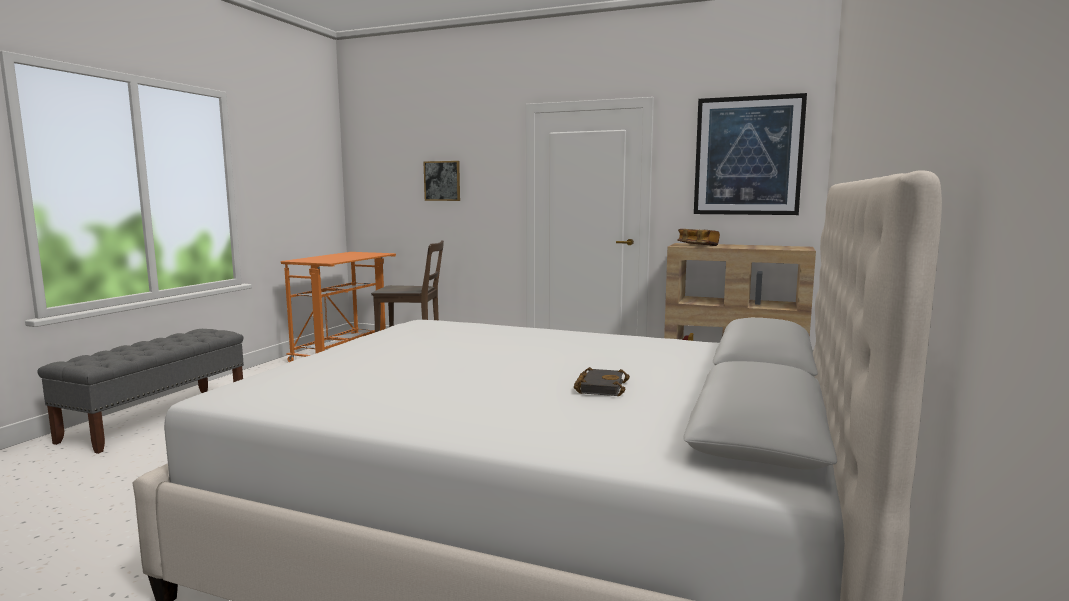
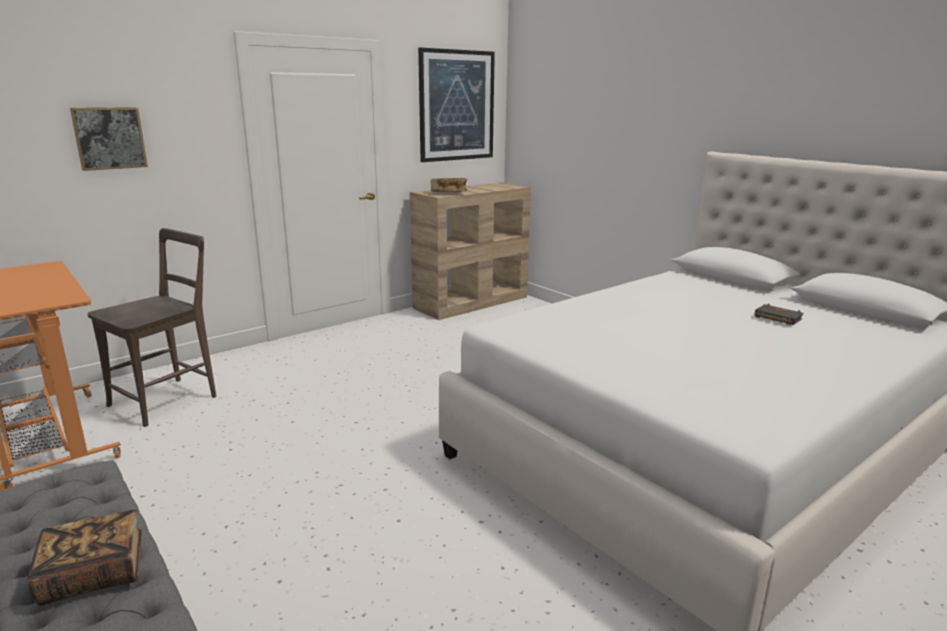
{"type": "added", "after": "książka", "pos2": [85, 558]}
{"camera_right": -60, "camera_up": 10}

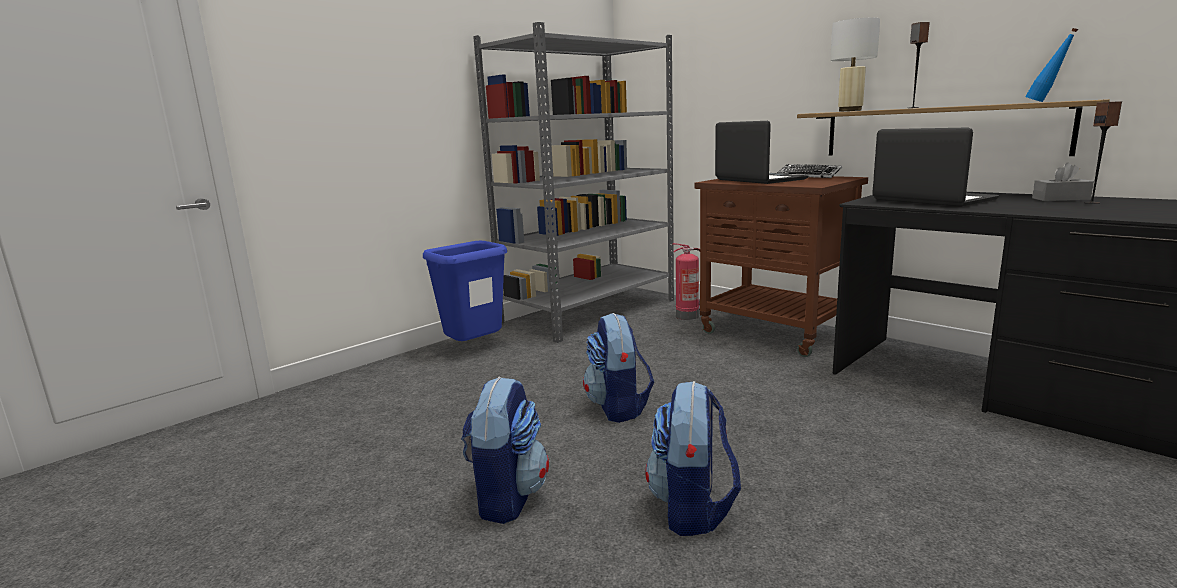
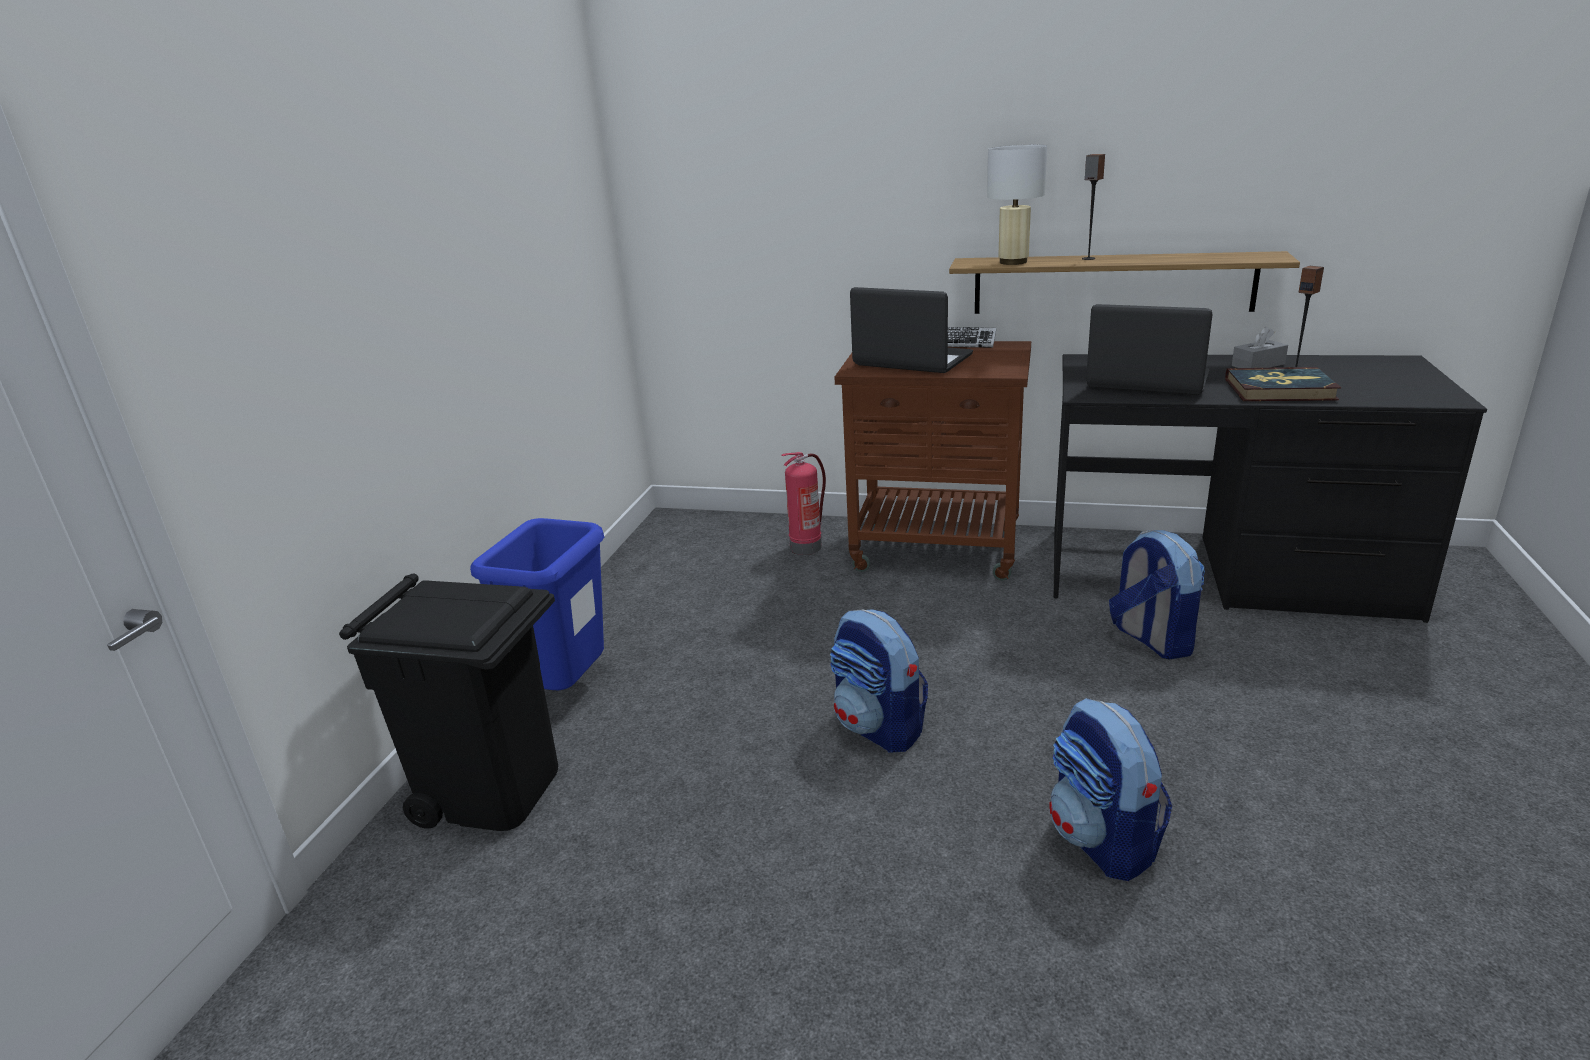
{"type": "added", "after": "kosz na śmieci/czarny", "pos2": [448, 702]}
{"type": "moved", "before": "plecak", "pos1": [505, 450], "pos2": [1157, 595]}
{"type": "added", "after": "książka", "pos2": [1283, 384]}
{"type": "removed", "before": "regał/szary", "pos1": [573, 182]}
{"type": "removed", "before": "butelka/niebieski", "pos1": [1051, 65]}
{"camera_right": -30, "camera_up": 10}

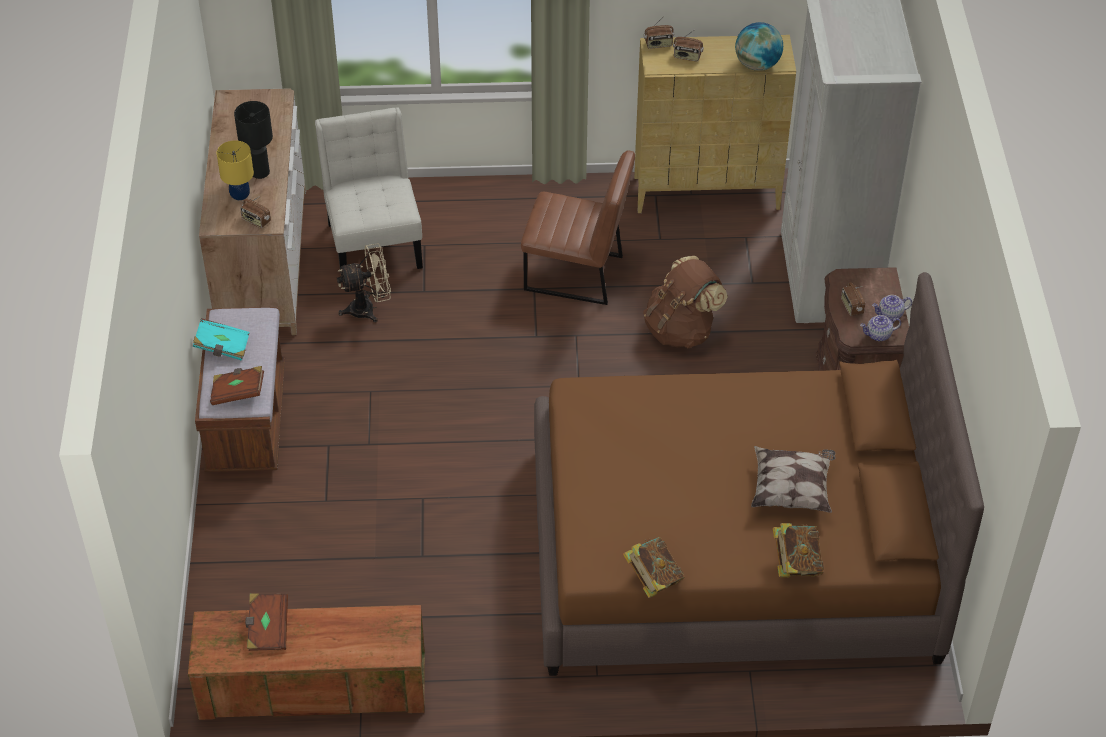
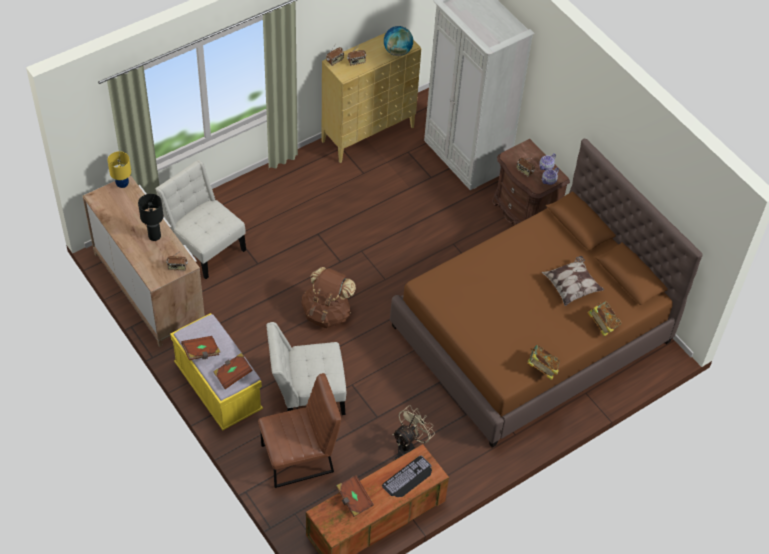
{"type": "moved", "before": "lampa stołowa/żółty", "pos1": [235, 170], "pos2": [119, 169]}
{"type": "recoloured", "before": "ławka/brązowy", "after": "ławka/żółty", "pos1": [240, 389], "pos2": [216, 371]}
{"type": "recoloured", "before": "książka/turkusowy", "after": "książka/brązowy", "pos1": [221, 339], "pos2": [200, 348]}
{"type": "moved", "before": "krzesło/brązowy", "pos1": [578, 227], "pos2": [299, 430]}
{"type": "added", "after": "krzesło/biały", "pos2": [306, 368]}
{"type": "moved", "before": "plecak/brązowy", "pos1": [685, 302], "pos2": [328, 297]}
{"type": "added", "after": "klawiatura", "pos2": [407, 476]}
{"type": "moved", "before": "wentylator/beżowy", "pos1": [364, 283], "pos2": [413, 432]}
{"camera_right": -35, "camera_up": 5}

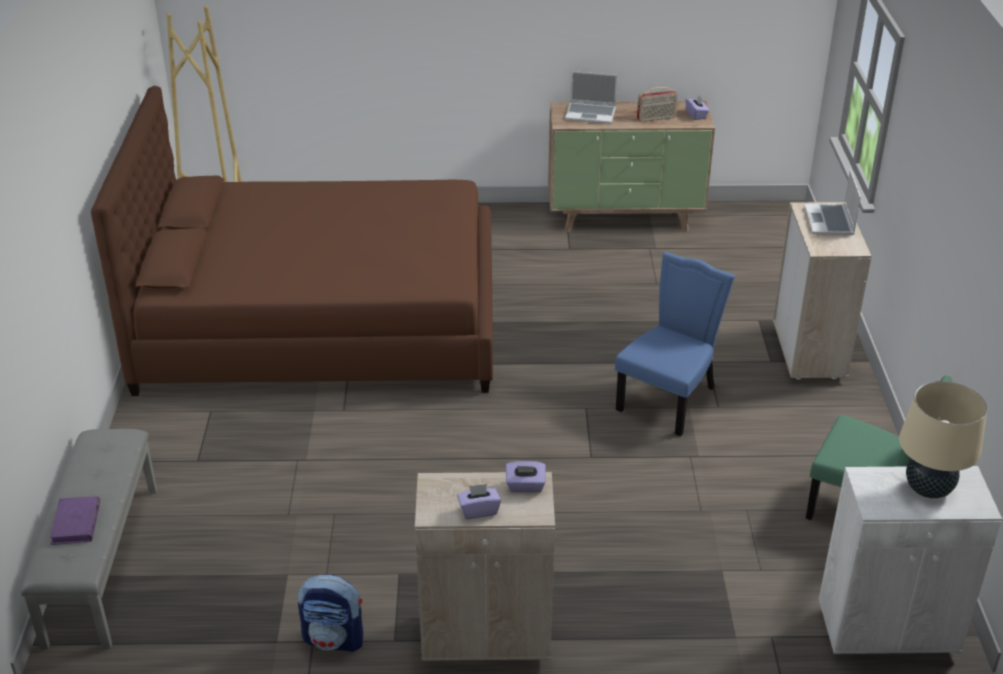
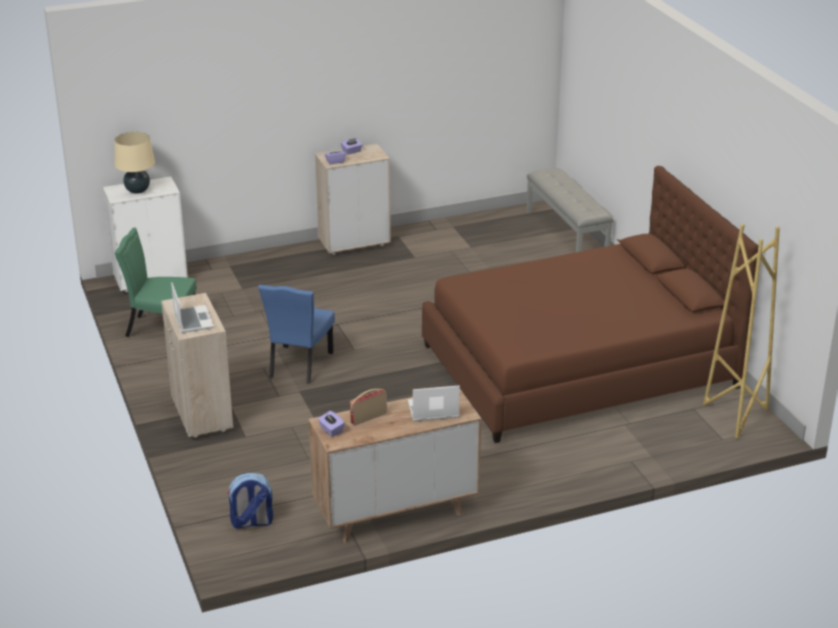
{"type": "moved", "before": "plecak", "pos1": [330, 613], "pos2": [250, 501]}
{"type": "removed", "before": "książka/fioletowy", "pos1": [75, 520]}
{"camera_right": 160, "camera_up": -5}

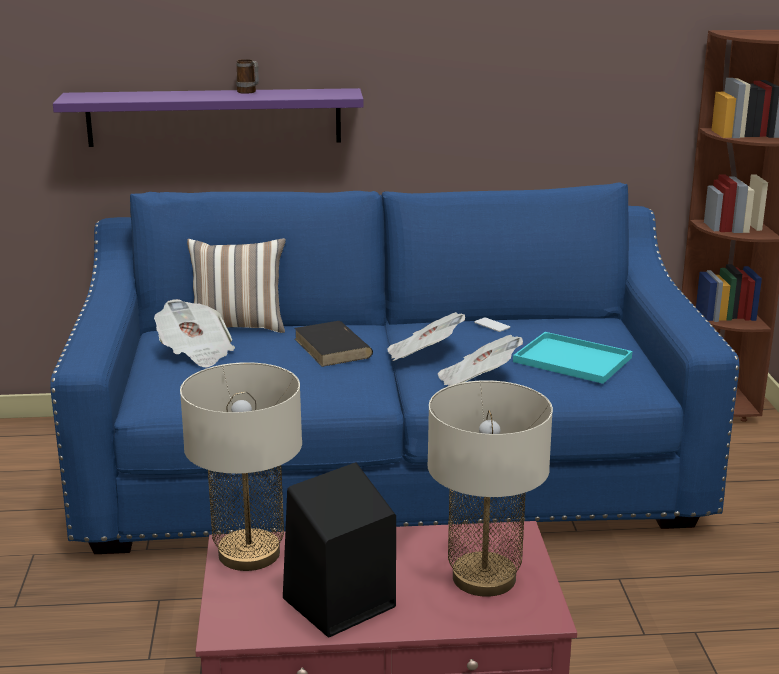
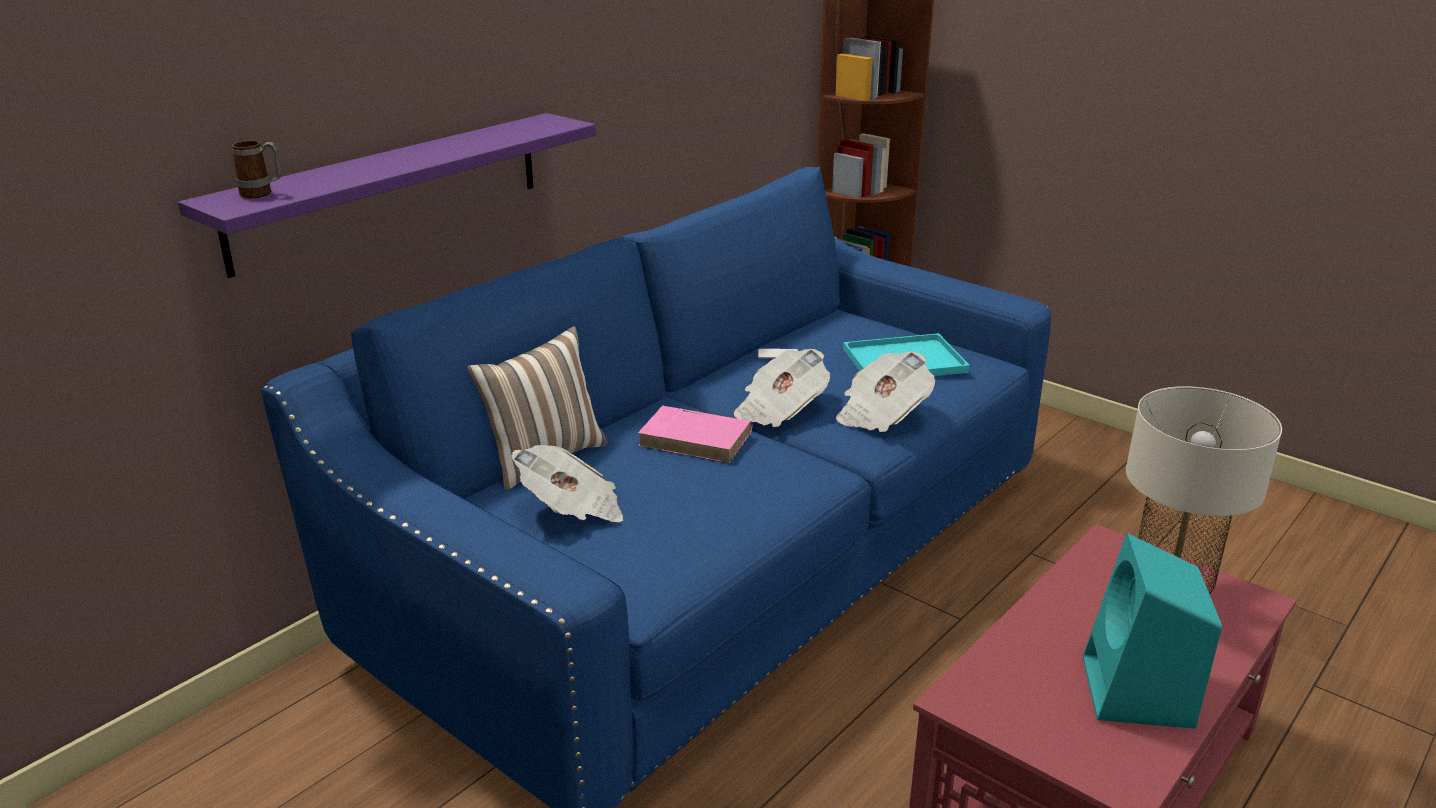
{"type": "moved", "before": "kubek", "pos1": [248, 76], "pos2": [256, 169]}
{"type": "recoloured", "before": "książka/czarny", "after": "książka/różowy", "pos1": [333, 344], "pos2": [695, 434]}
{"type": "recoloured", "before": "głośnik/czarny", "after": "głośnik/turkusowy", "pos1": [339, 550], "pos2": [1152, 631]}
{"type": "removed", "before": "lampa stołowa", "pos1": [241, 466]}
{"camera_right": -45, "camera_up": 5}

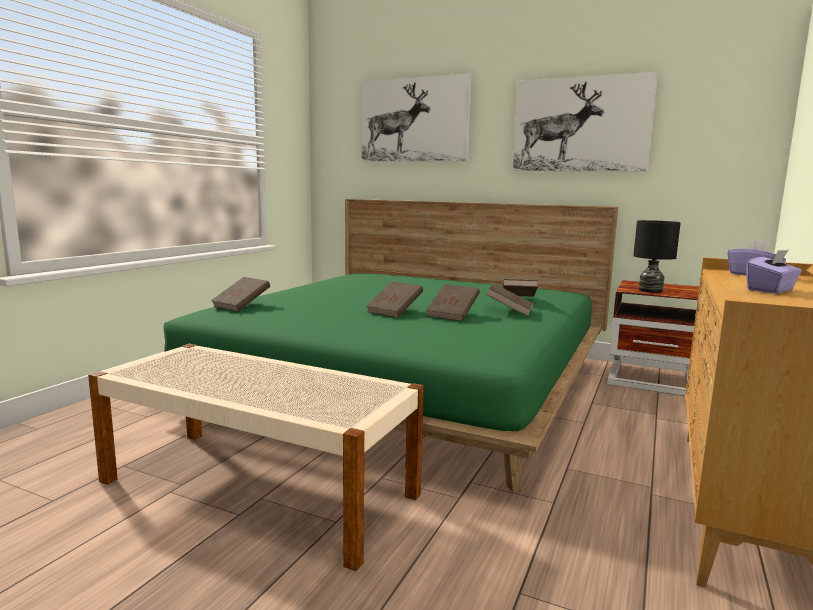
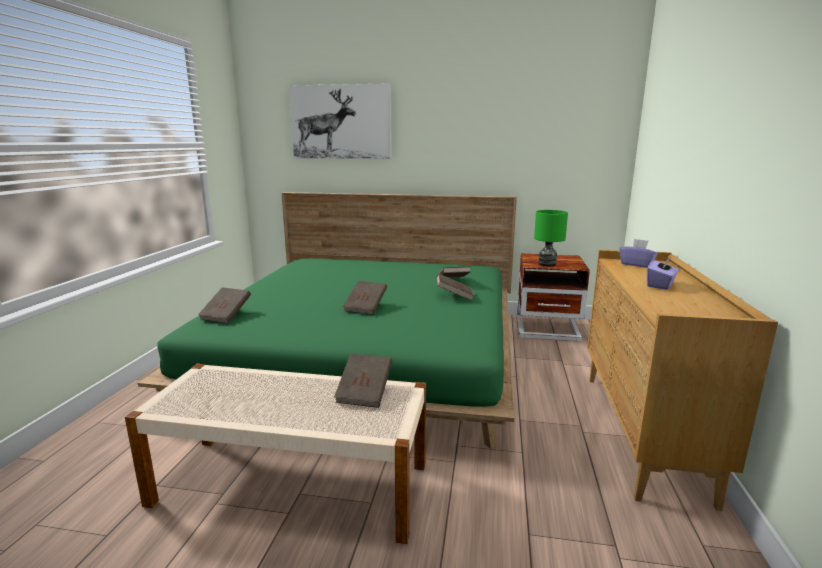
{"type": "moved", "before": "książka/brązowy", "pos1": [453, 302], "pos2": [363, 381]}
{"type": "recoloured", "before": "lampa stołowa/czarny", "after": "lampa stołowa/zielony", "pos1": [657, 256], "pos2": [551, 238]}
{"type": "removed", "before": "obraz", "pos1": [585, 122]}
{"camera_right": -15, "camera_up": 5}

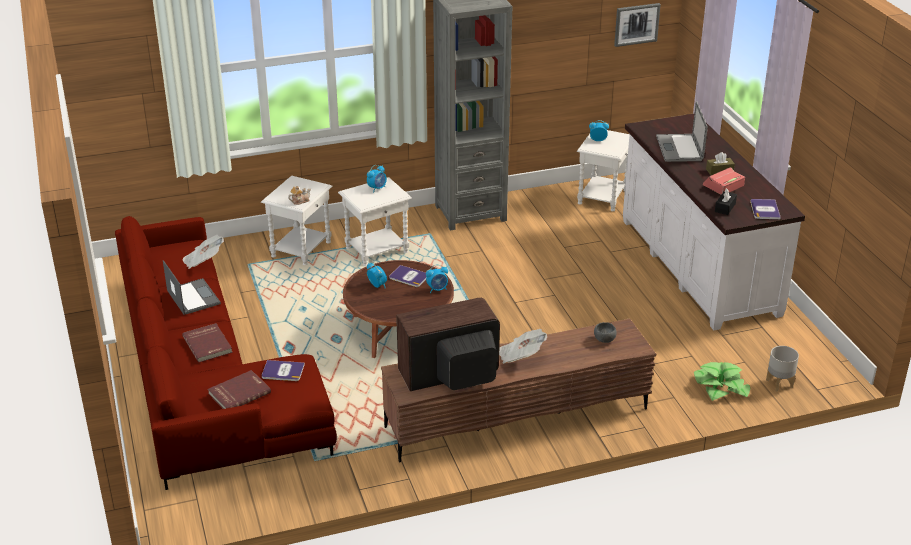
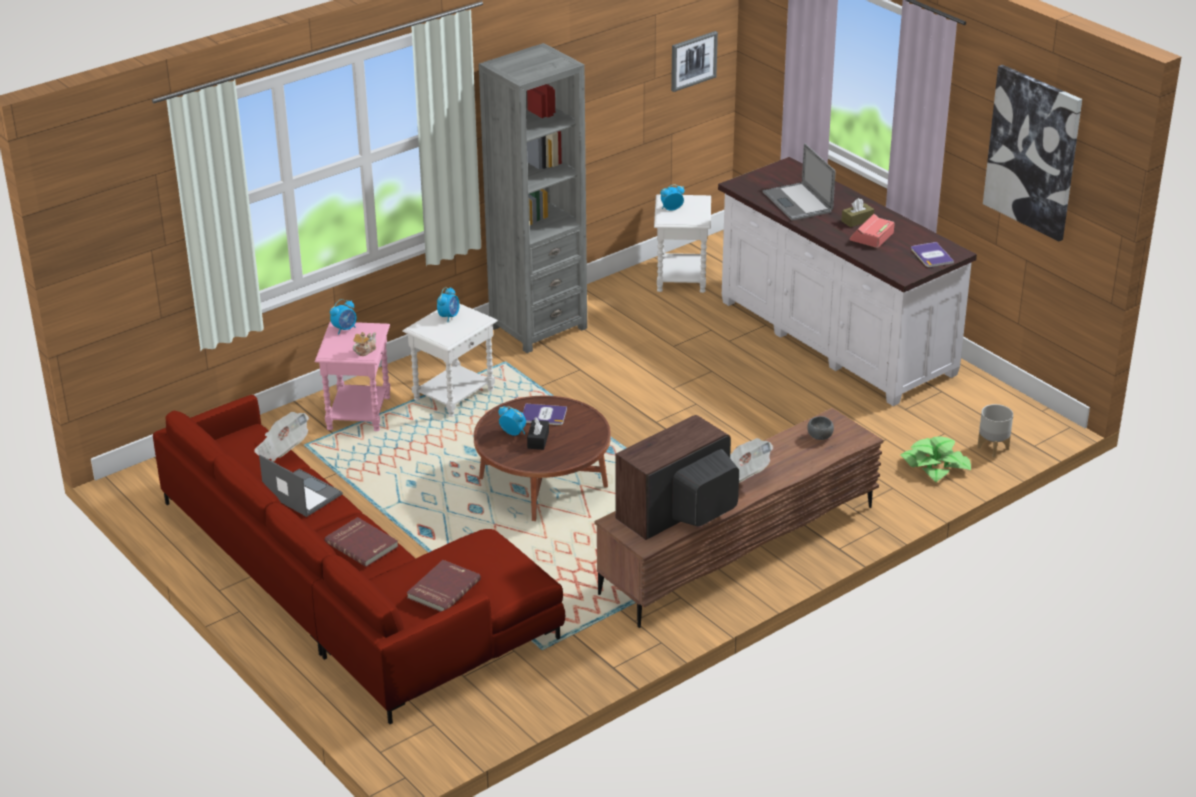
{"type": "recoloured", "before": "stolik/biały", "after": "stolik/różowy", "pos1": [296, 220], "pos2": [352, 376]}
{"type": "moved", "before": "budzik", "pos1": [437, 278], "pos2": [343, 316]}
{"type": "moved", "before": "pudełko chusteczek/czarny", "pos1": [726, 201], "pos2": [538, 434]}
{"type": "added", "after": "obraz", "pos2": [1032, 153]}
{"type": "removed", "before": "książka", "pos1": [283, 370]}
{"camera_right": -20, "camera_up": 0}

